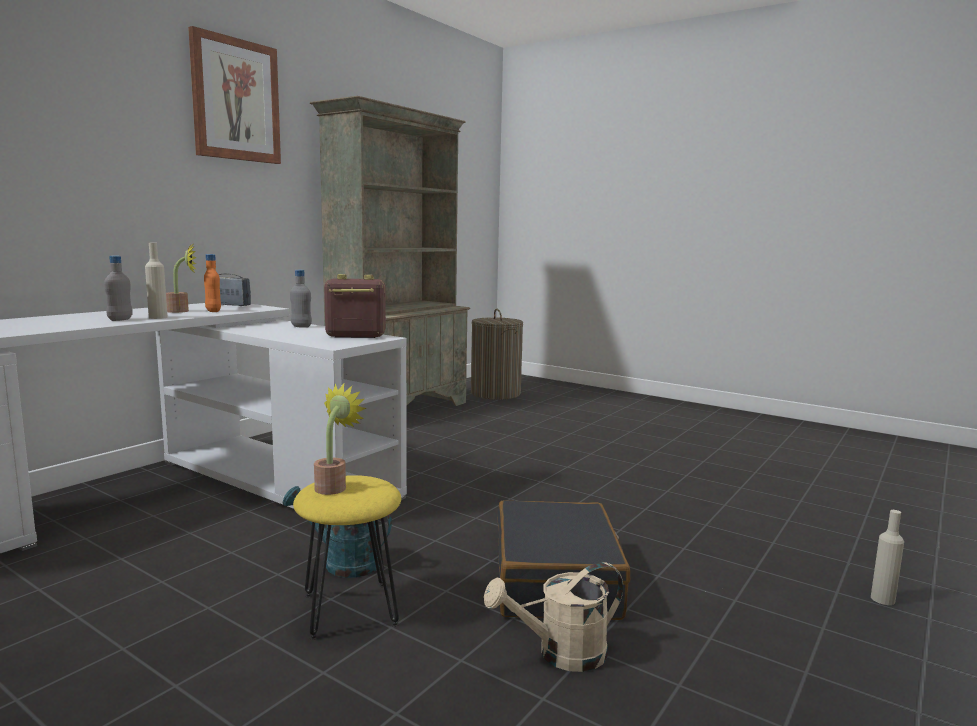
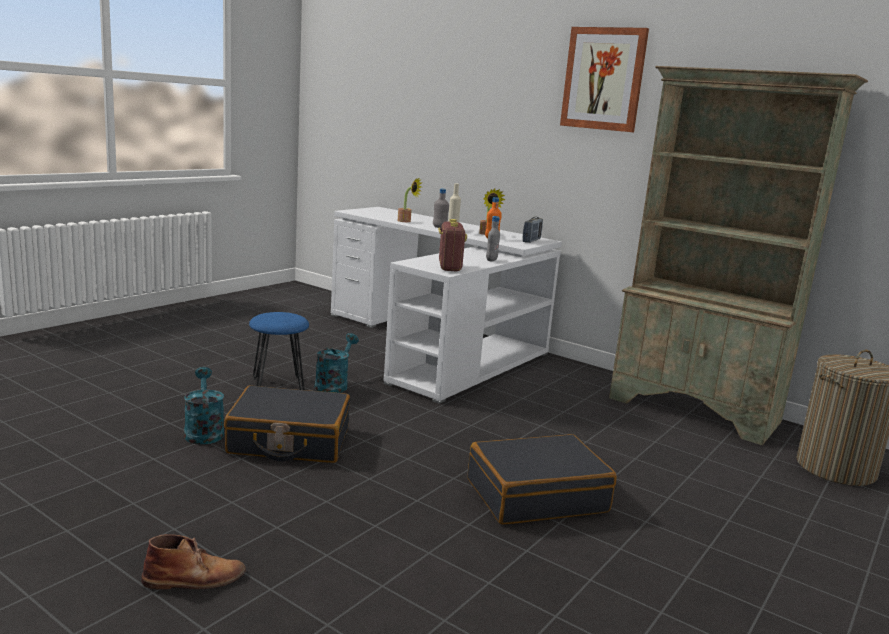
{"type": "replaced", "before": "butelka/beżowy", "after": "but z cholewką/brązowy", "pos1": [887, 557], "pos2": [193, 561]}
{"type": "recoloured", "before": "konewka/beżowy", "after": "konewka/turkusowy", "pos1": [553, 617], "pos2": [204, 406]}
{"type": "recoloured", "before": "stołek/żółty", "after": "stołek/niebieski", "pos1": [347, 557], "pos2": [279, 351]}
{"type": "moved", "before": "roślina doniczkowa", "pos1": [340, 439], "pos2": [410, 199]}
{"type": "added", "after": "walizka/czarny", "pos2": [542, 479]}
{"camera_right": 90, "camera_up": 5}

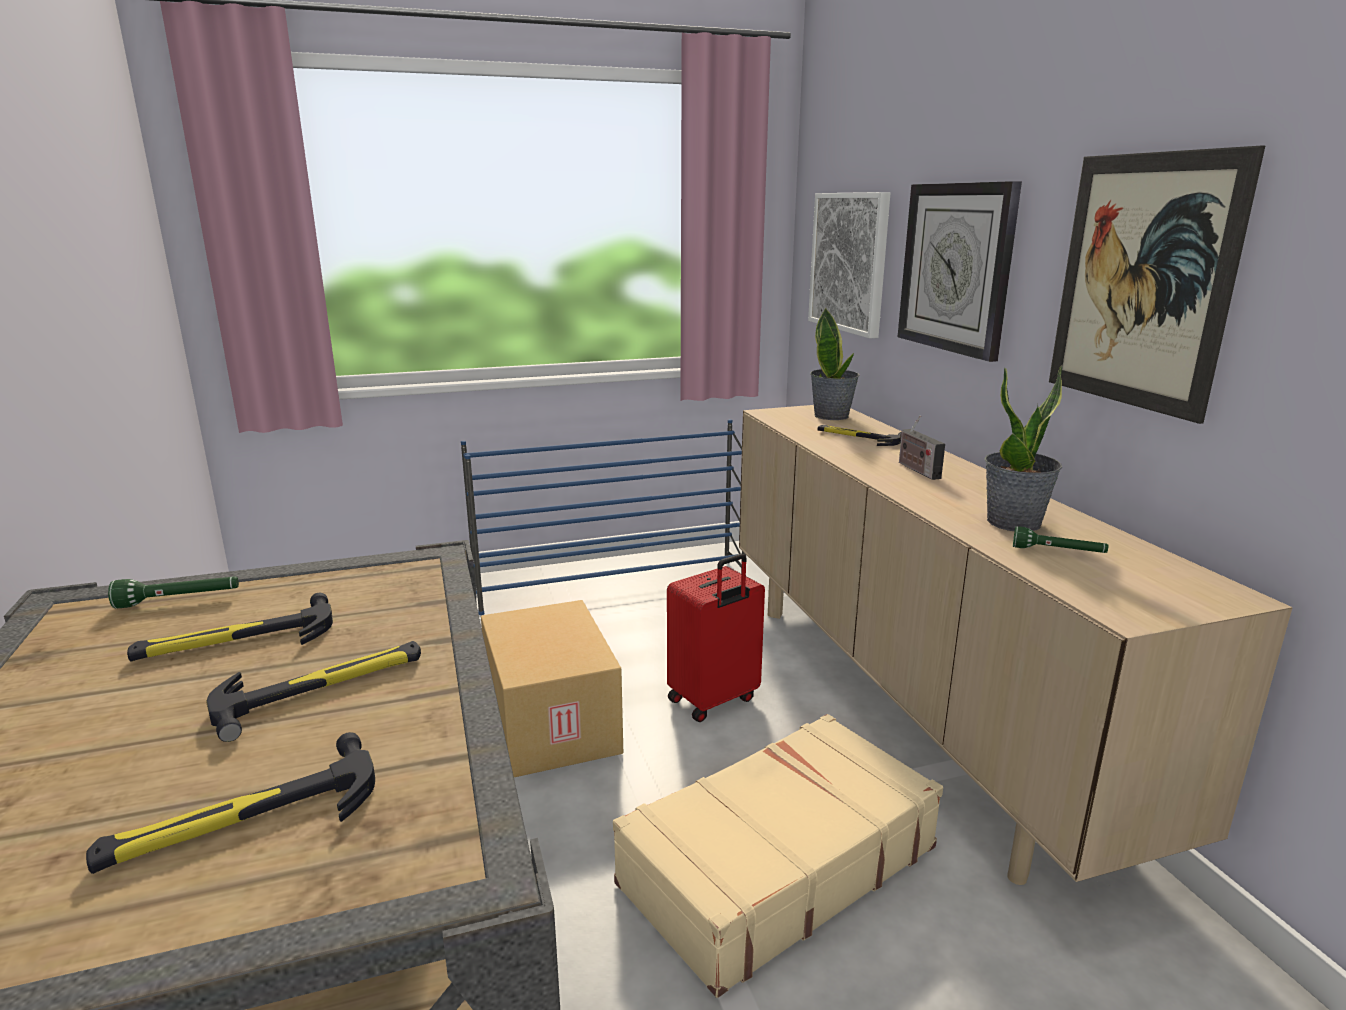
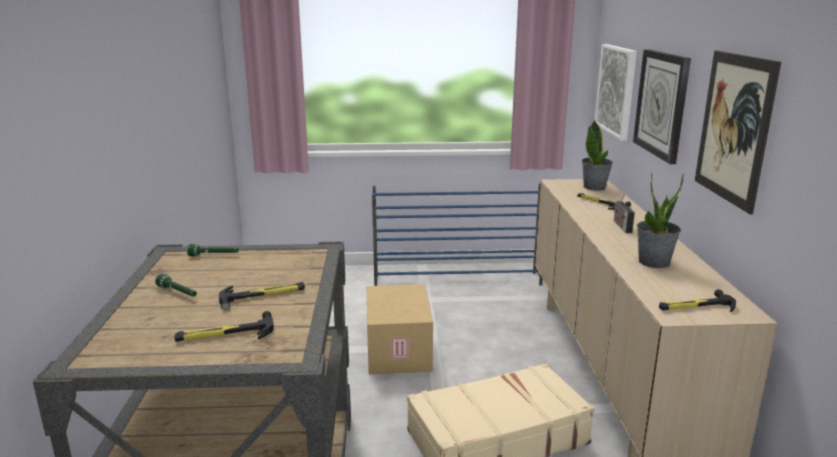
{"type": "moved", "before": "latarka/zielony", "pos1": [1060, 539], "pos2": [176, 285]}
{"type": "moved", "before": "młotek", "pos1": [230, 627], "pos2": [697, 300]}
{"type": "removed", "before": "walizka/czerwony", "pos1": [716, 638]}
{"camera_right": 15, "camera_up": 0}

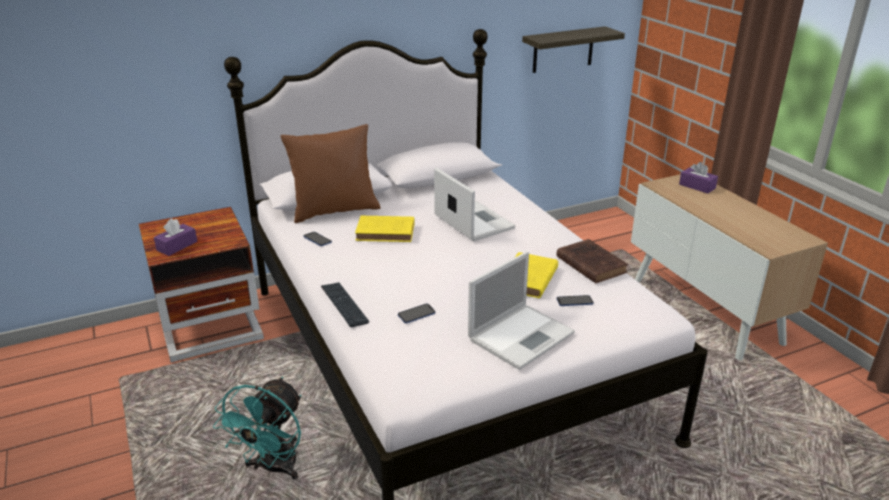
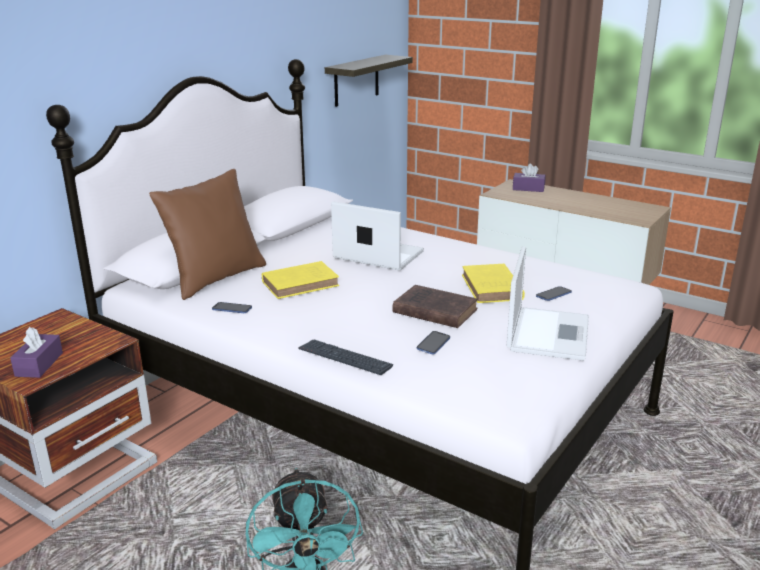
{"type": "moved", "before": "książka/brązowy", "pos1": [592, 261], "pos2": [435, 306]}
{"camera_right": -30, "camera_up": -5}

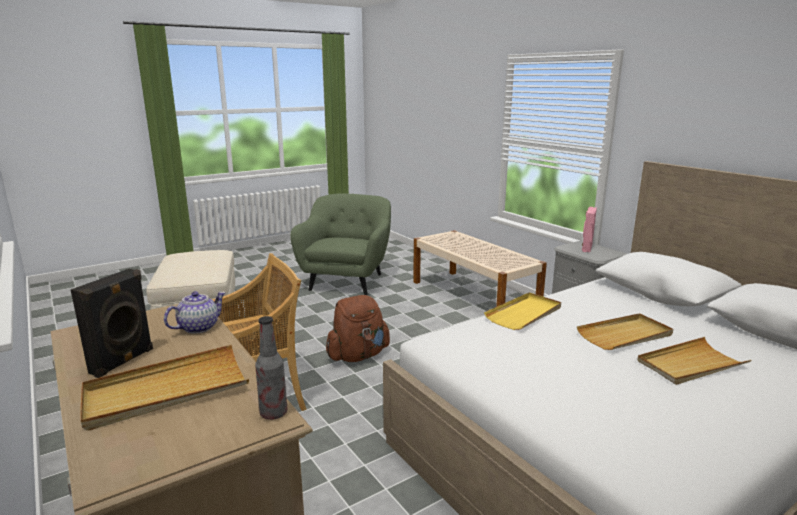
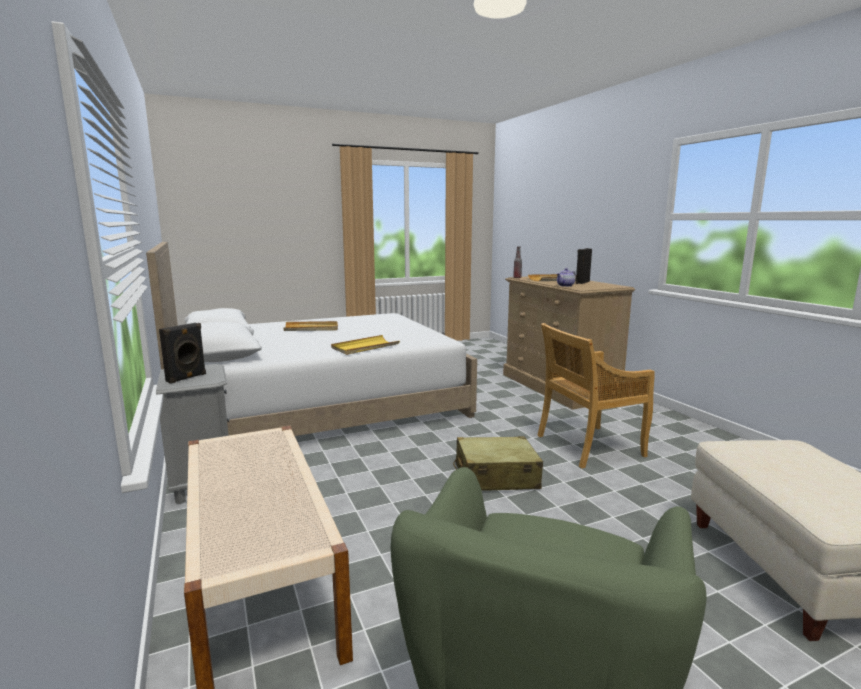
{"type": "recoloured", "before": "głośnik/różowy", "after": "głośnik/czarny", "pos1": [589, 229], "pos2": [182, 353]}
{"type": "replaced", "before": "plecak/brązowy", "after": "walizka/beżowy", "pos1": [358, 328], "pos2": [498, 463]}
{"type": "removed", "before": "taca/beżowy", "pos1": [625, 331]}
{"camera_right": -170, "camera_up": -5}

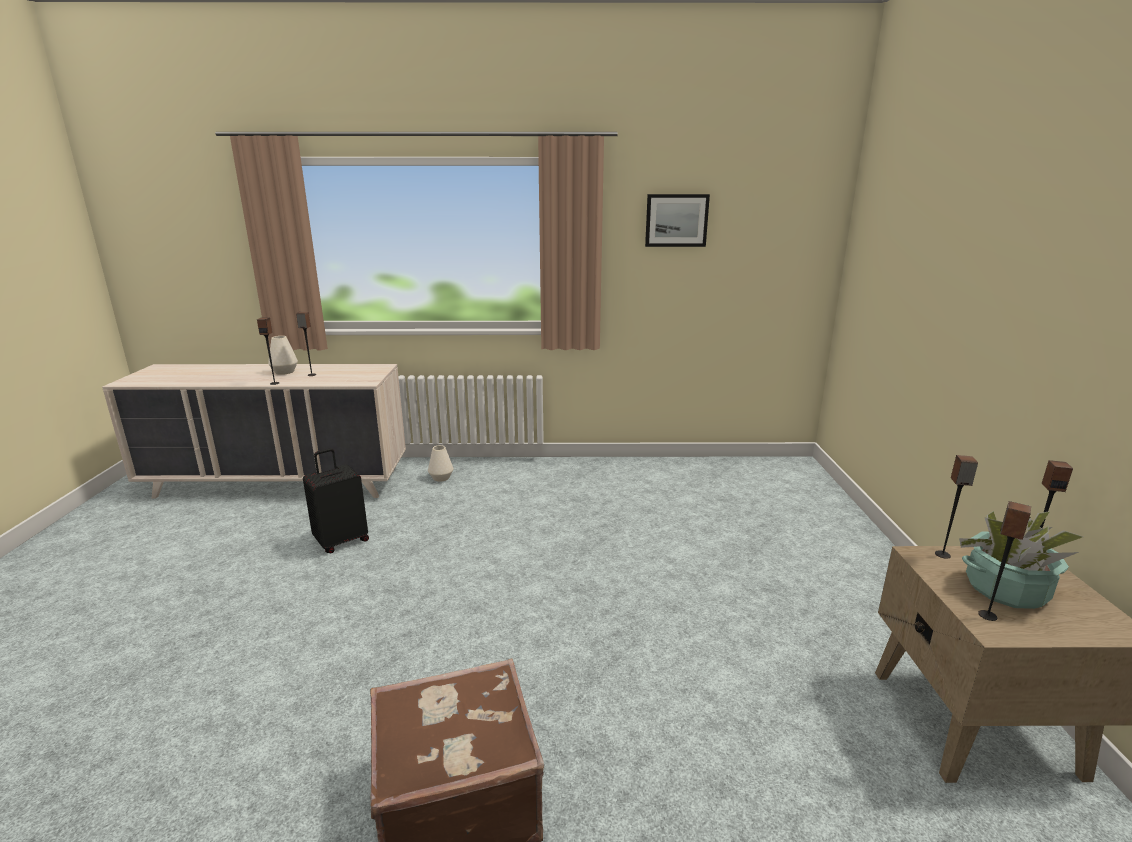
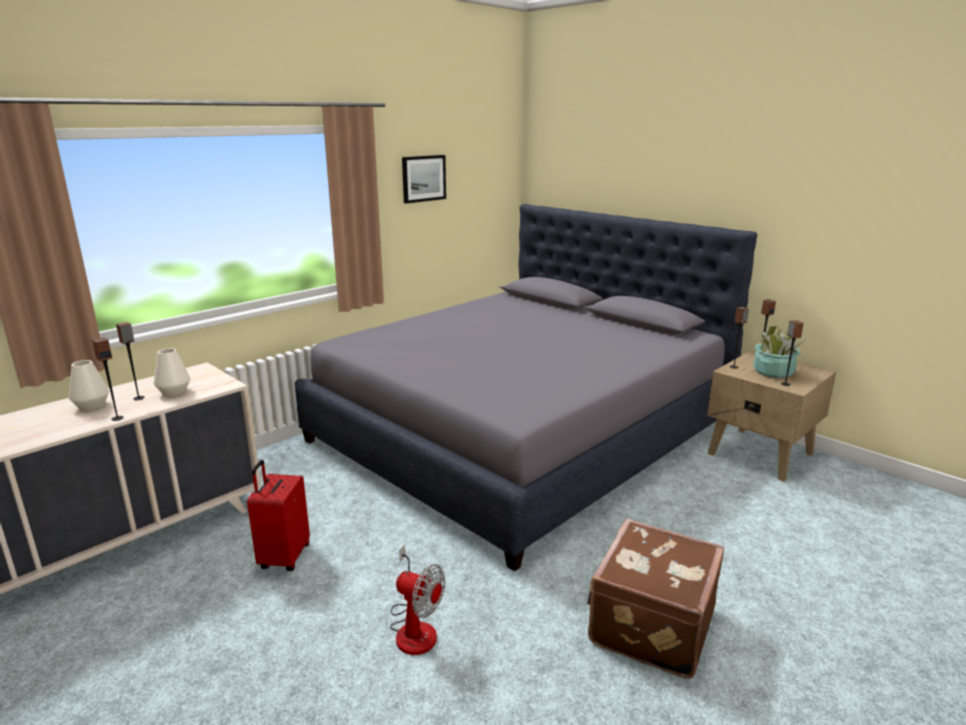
{"type": "moved", "before": "wazon/biały", "pos1": [440, 463], "pos2": [172, 372]}
{"type": "recoloured", "before": "walizka/czarny", "after": "walizka/czerwony", "pos1": [336, 500], "pos2": [278, 515]}
{"type": "added", "after": "łóżko/szary", "pos2": [526, 387]}
{"type": "added", "after": "wentylator", "pos2": [417, 600]}
{"camera_right": -45, "camera_up": 0}

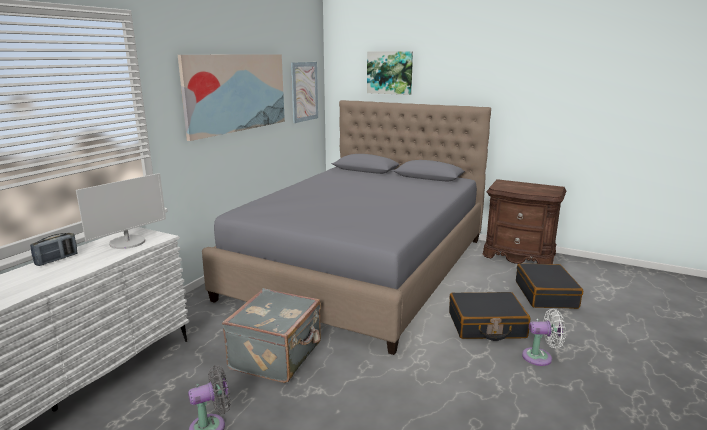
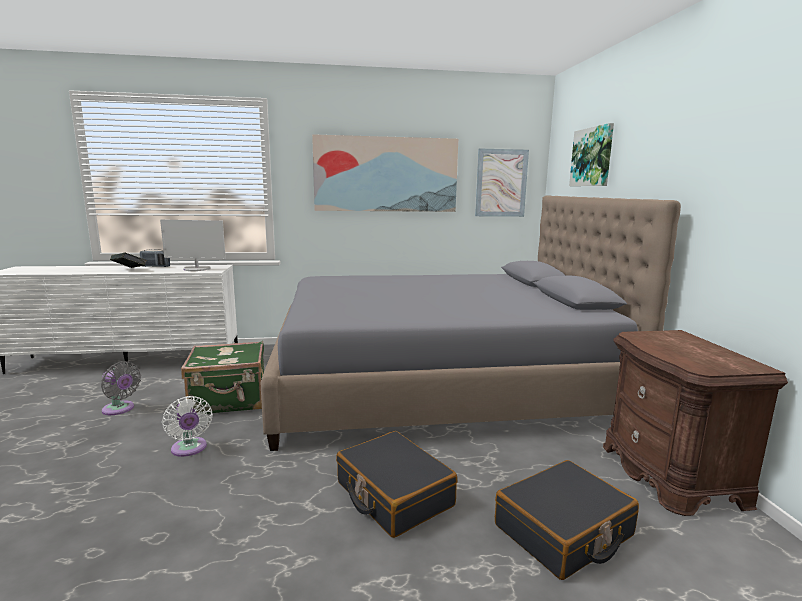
{"type": "added", "after": "książka", "pos2": [128, 260]}
{"type": "moved", "before": "wentylator/biały", "pos1": [544, 337], "pos2": [187, 426]}
{"type": "recoloured", "before": "walizka/szary", "after": "walizka/zielony", "pos1": [271, 335], "pos2": [222, 377]}
{"camera_right": 55, "camera_up": -5}

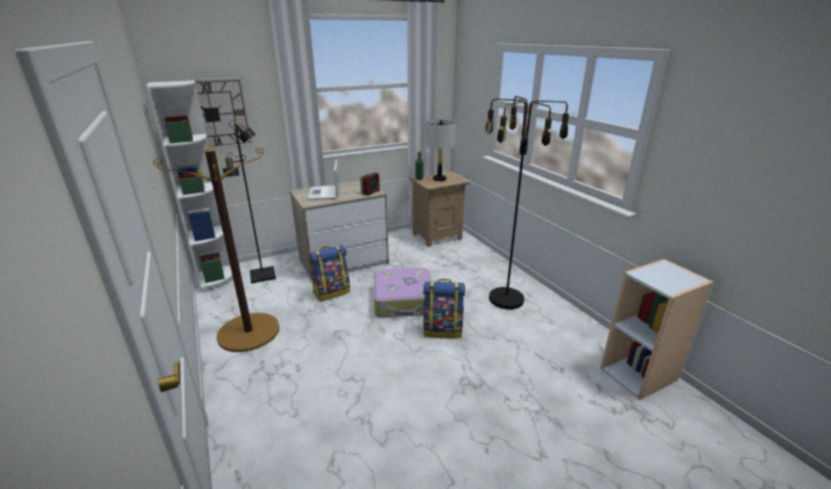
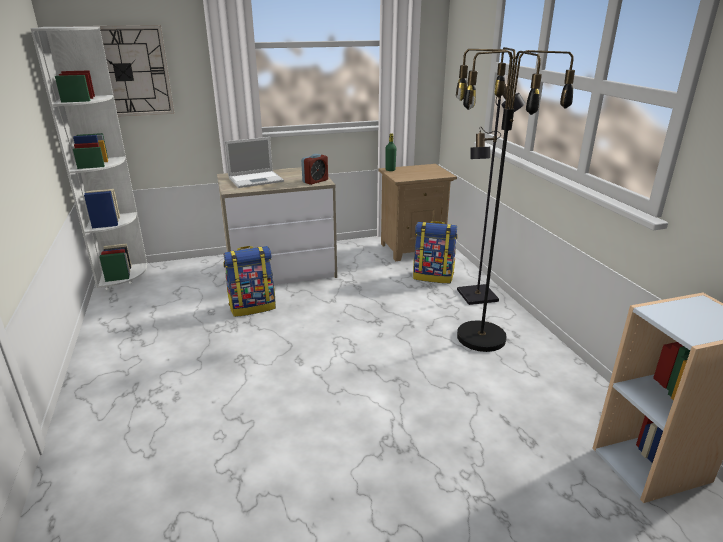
{"type": "turned", "before": "laptop", "pos1": [323, 180], "pos2": [254, 162], "turn": -120}
{"type": "moved", "before": "plecak", "pos1": [444, 309], "pos2": [435, 252]}
{"type": "moved", "before": "lampa stojąca/czarny", "pos1": [249, 202], "pos2": [491, 194]}
{"type": "removed", "before": "wieszak/brązowy", "pos1": [216, 247]}
{"type": "removed", "before": "walizka", "pos1": [402, 292]}
{"type": "removed", "before": "lampa stołowa/szary", "pos1": [441, 150]}
{"camera_right": 10, "camera_up": 0}

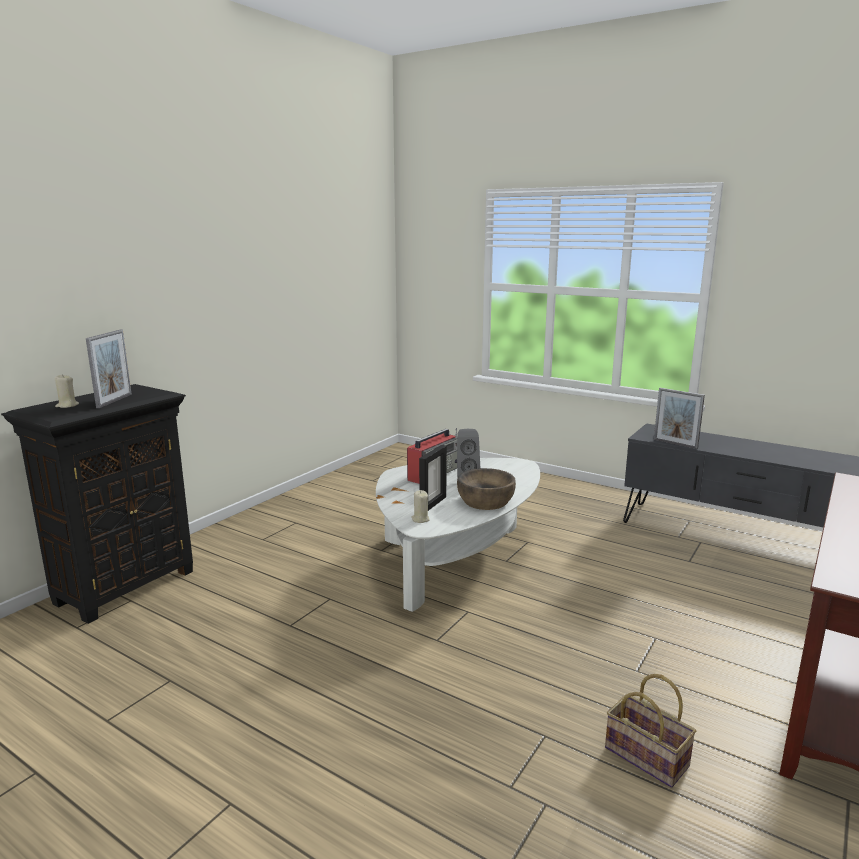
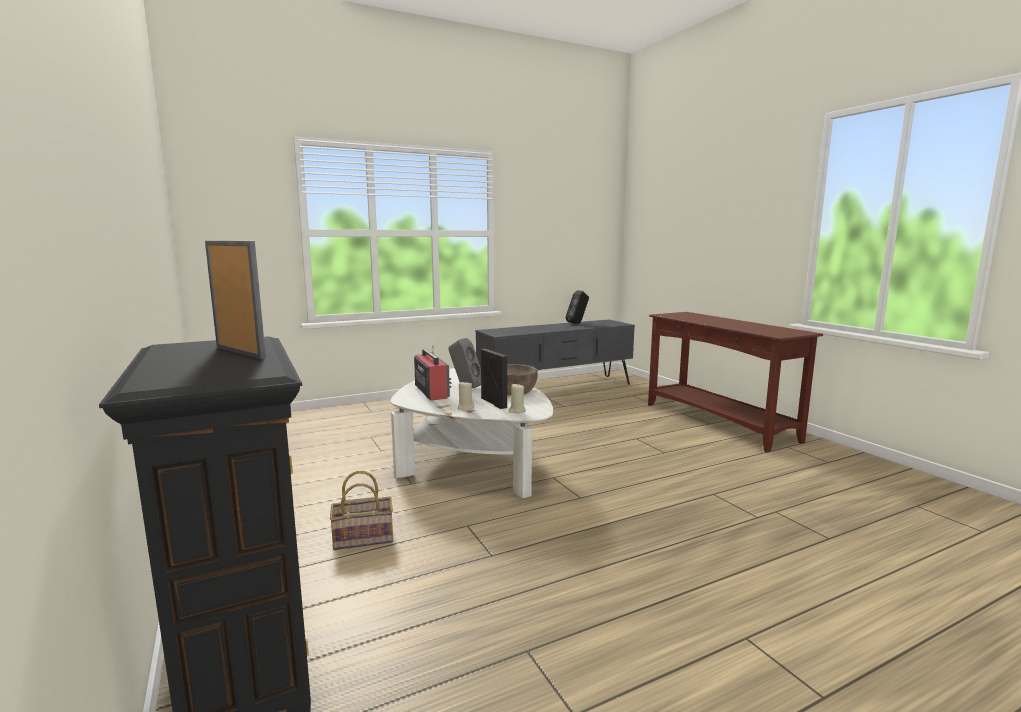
{"type": "moved", "before": "koszyk", "pos1": [650, 731], "pos2": [361, 510]}
{"type": "moved", "before": "świeca/beżowy", "pos1": [67, 391], "pos2": [466, 396]}
{"type": "added", "after": "głośnik/czarny", "pos2": [577, 307]}
{"type": "removed", "before": "ramka na zdjęcie", "pos1": [679, 418]}
{"camera_right": -60, "camera_up": -5}

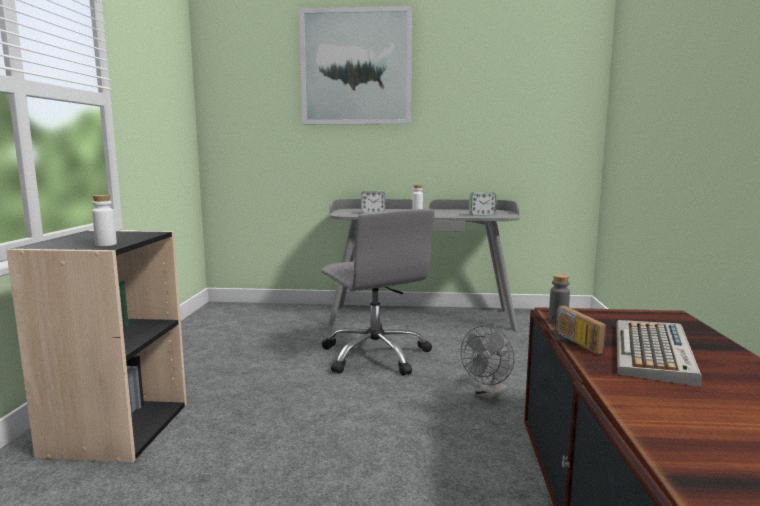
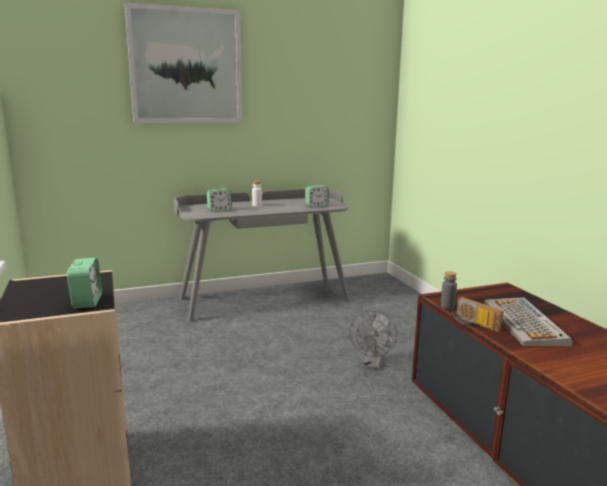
{"type": "replaced", "before": "butelka/biały", "after": "budzik", "pos1": [104, 220], "pos2": [84, 283]}
{"type": "removed", "before": "krzesło biurowe/szary", "pos1": [378, 292]}
{"camera_right": -25, "camera_up": 5}

